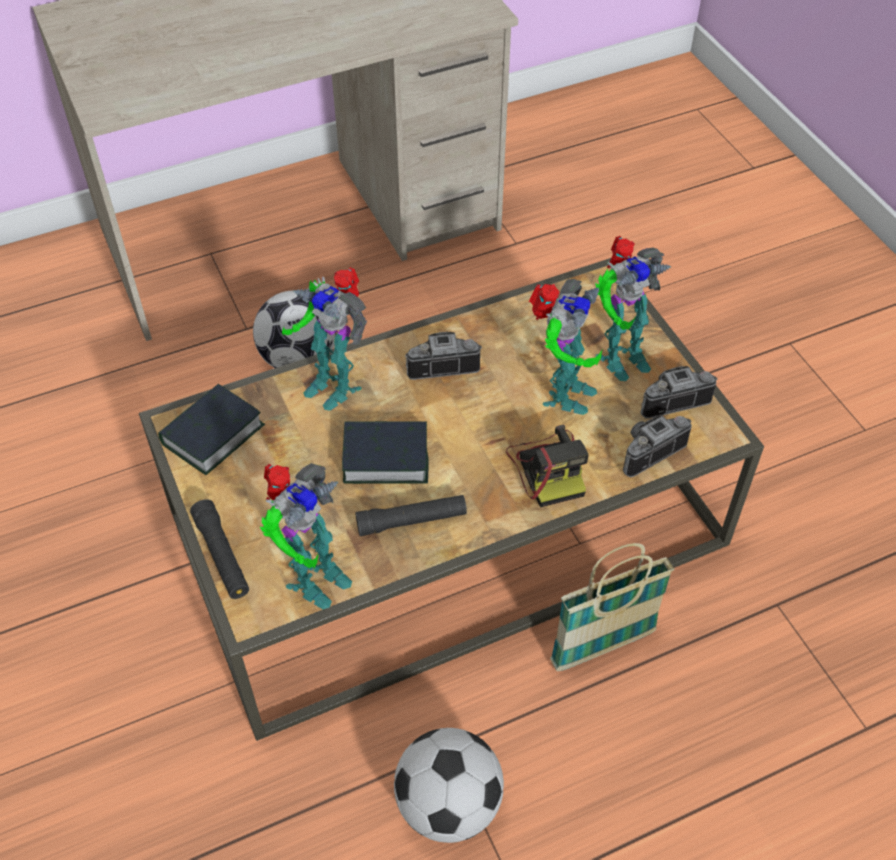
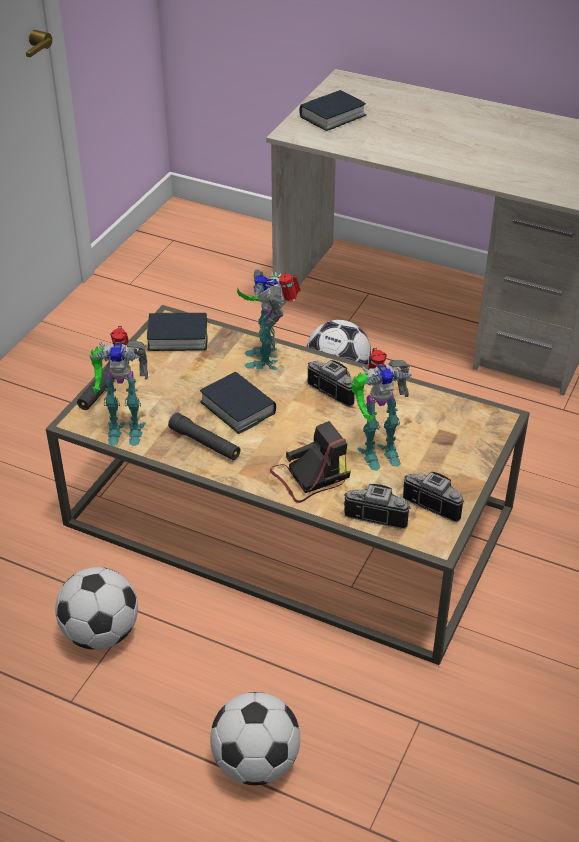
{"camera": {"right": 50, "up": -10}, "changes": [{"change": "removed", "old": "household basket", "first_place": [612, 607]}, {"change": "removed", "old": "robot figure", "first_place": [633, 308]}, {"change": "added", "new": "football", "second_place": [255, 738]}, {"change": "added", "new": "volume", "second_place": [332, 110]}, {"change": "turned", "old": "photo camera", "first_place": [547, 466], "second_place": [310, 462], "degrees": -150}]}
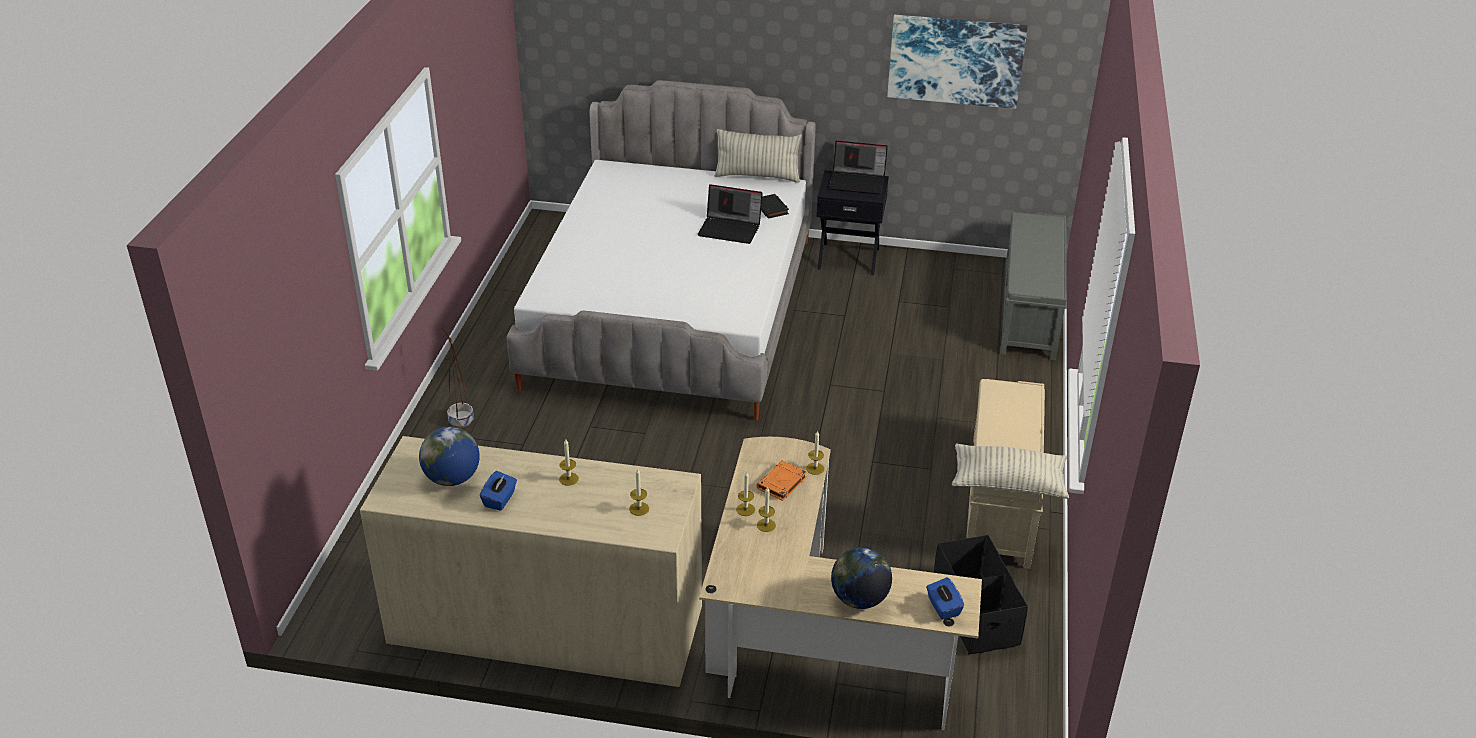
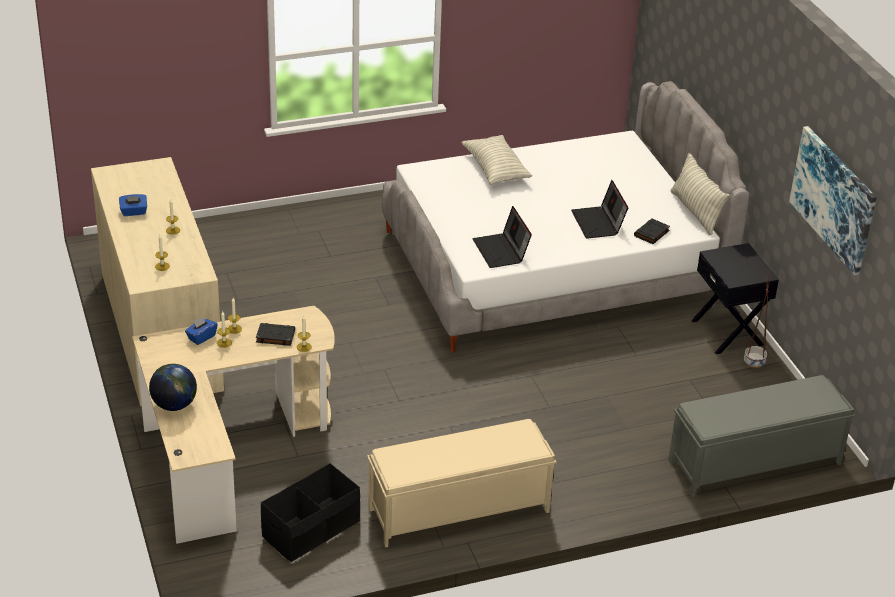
{"camera": {"right": 60, "up": 0}, "changes": [{"change": "removed", "old": "desk globe", "first_place": [449, 456]}, {"change": "moved", "old": "brown-coloured planter", "first_place": [457, 376], "second_place": [757, 322]}, {"change": "moved", "old": "notebook computer", "first_place": [858, 168], "second_place": [502, 237]}, {"change": "moved", "old": "bluish tissue holder", "first_place": [945, 598], "second_place": [201, 330]}, {"change": "moved", "old": "pillow", "first_place": [1010, 471], "second_place": [496, 160]}, {"change": "recoloured", "old": "orange volume", "new": "black-coloured volume", "first_place": [781, 480], "second_place": [275, 334]}]}
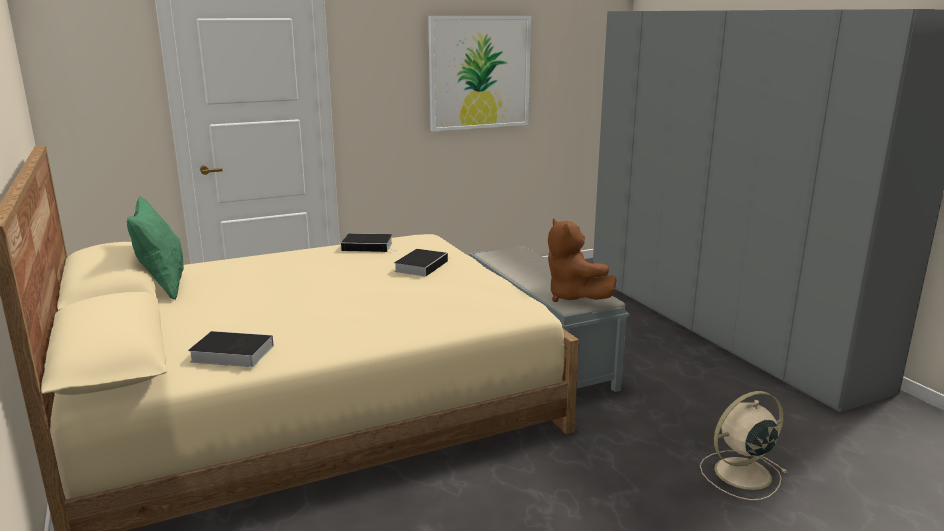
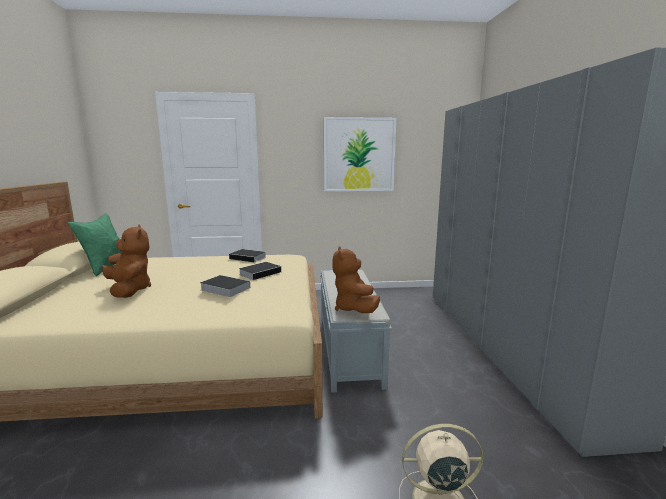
{"camera": {"right": 20, "up": -5}, "changes": [{"change": "added", "new": "brown-coloured plush toy", "second_place": [126, 261]}, {"change": "moved", "old": "volume", "first_place": [231, 349], "second_place": [225, 286]}]}
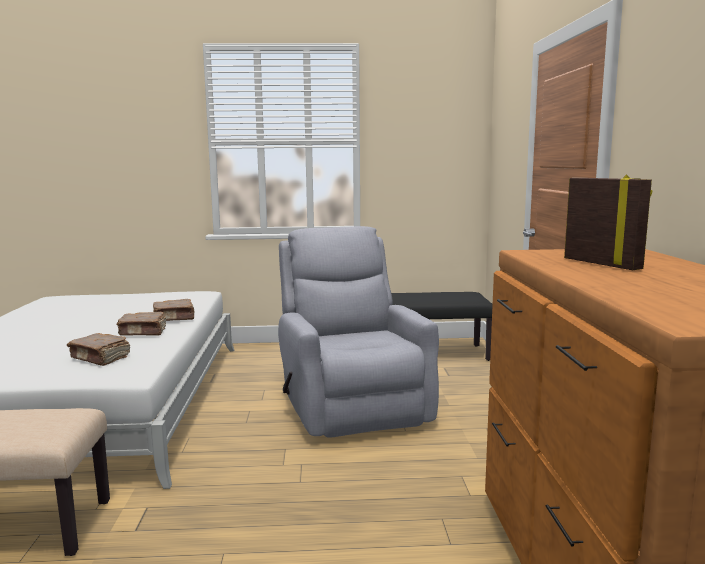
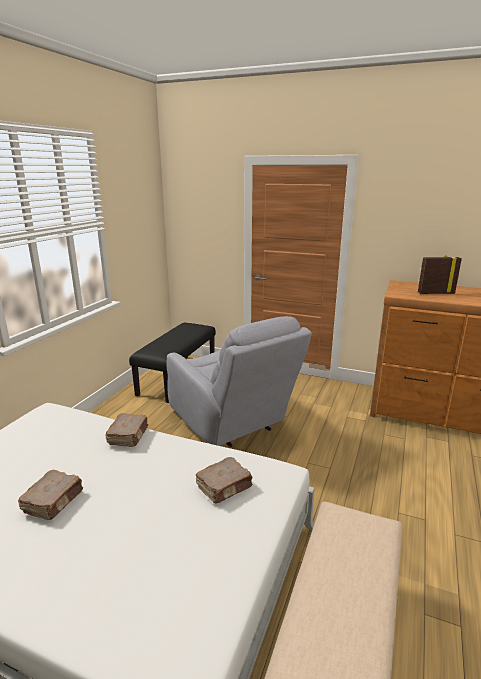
{"camera": {"right": -65, "up": 10}, "changes": [{"change": "moved", "old": "brown-coloured volume", "first_place": [141, 323], "second_place": [50, 495]}, {"change": "turned", "old": "greyish easy chair", "first_place": [358, 332], "second_place": [239, 381], "degrees": -135}]}
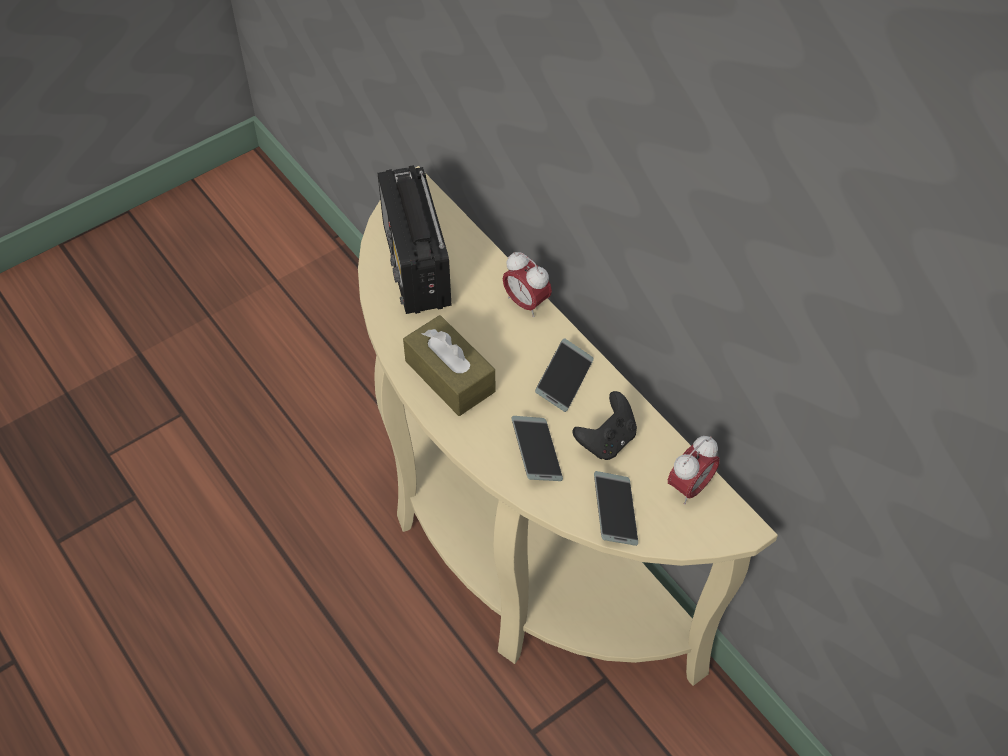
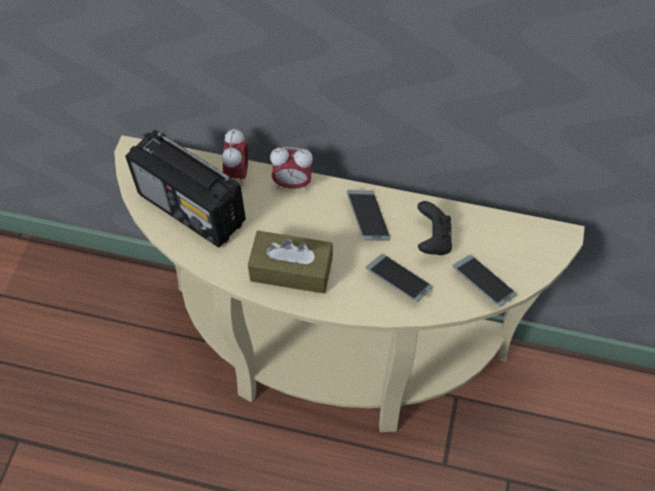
{"camera": {"right": -40, "up": 5}, "changes": [{"change": "moved", "old": "alarm clock", "first_place": [694, 470], "second_place": [235, 157]}]}
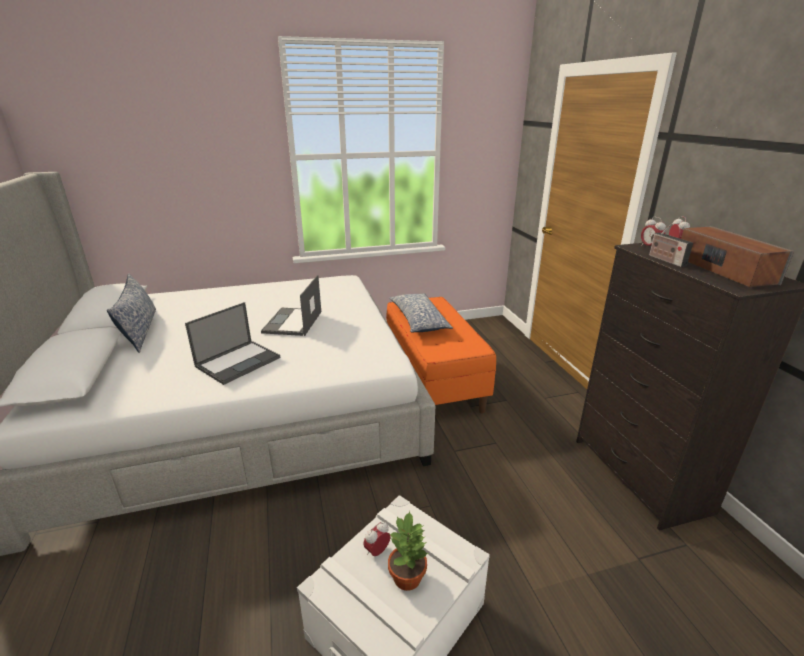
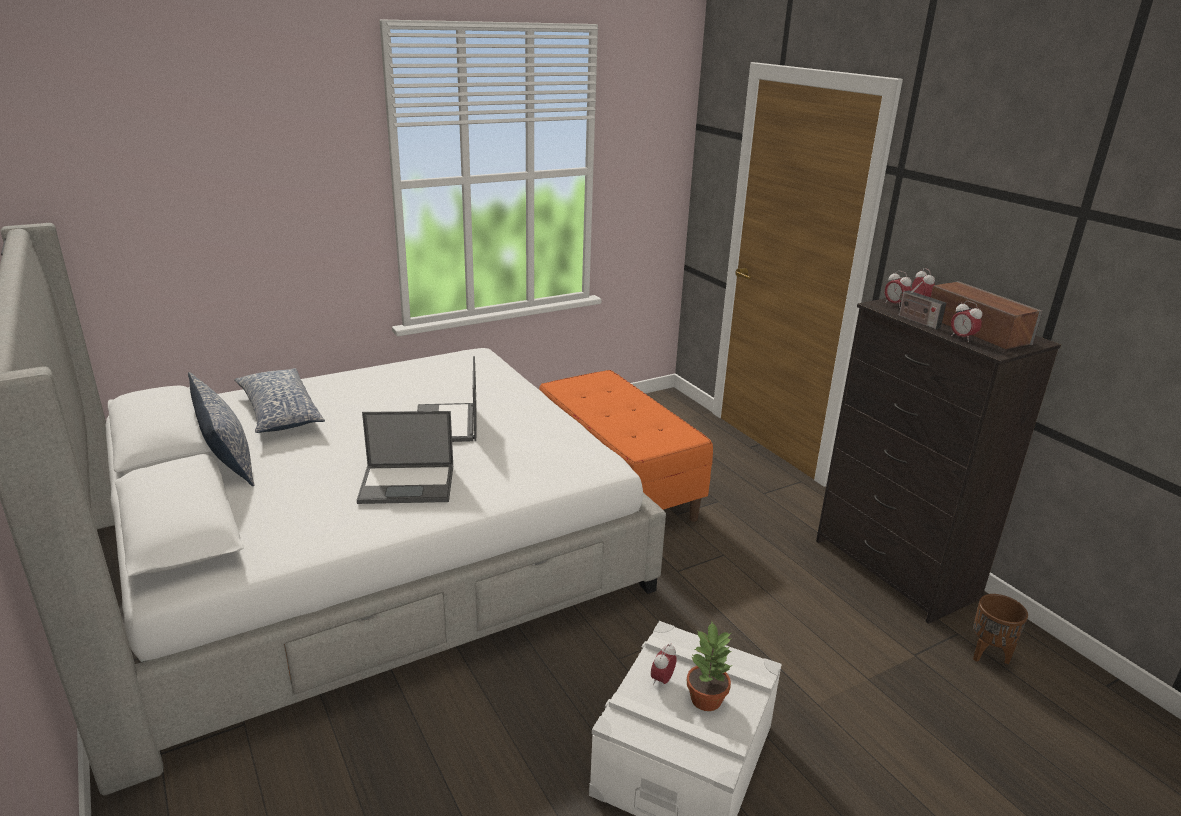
{"camera": {"right": -15, "up": 0}, "changes": [{"change": "added", "new": "alarm clock", "second_place": [966, 321]}, {"change": "added", "new": "brown-coloured planter", "second_place": [1000, 629]}, {"change": "moved", "old": "pillow", "first_place": [421, 312], "second_place": [279, 400]}, {"change": "turned", "old": "notebook computer", "first_place": [232, 343], "second_place": [405, 457], "degrees": 60}]}
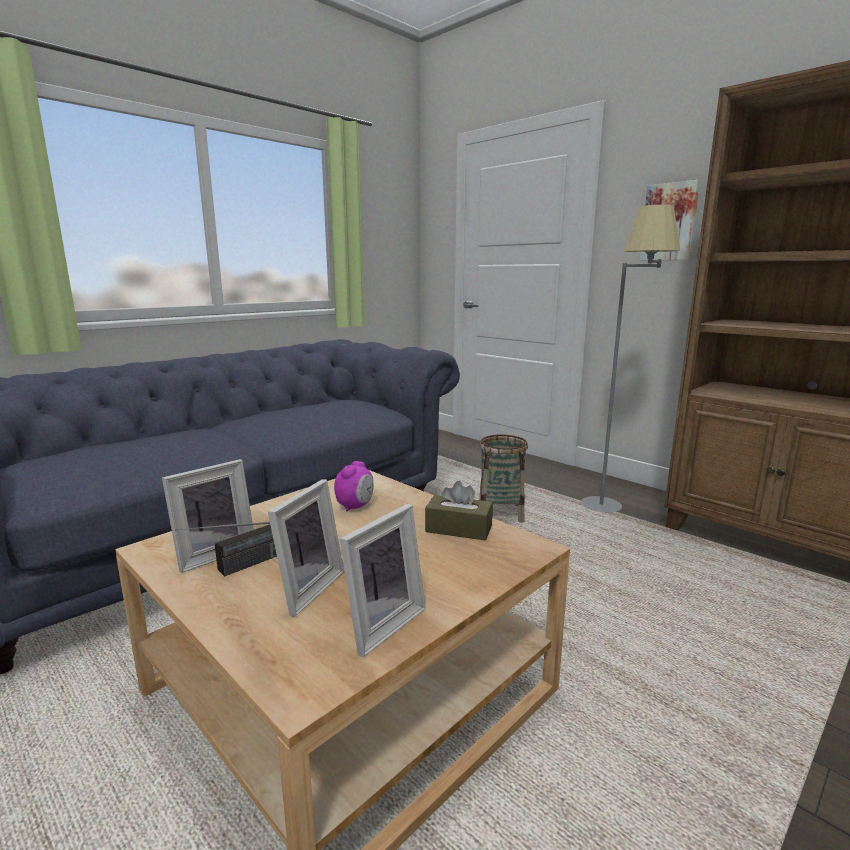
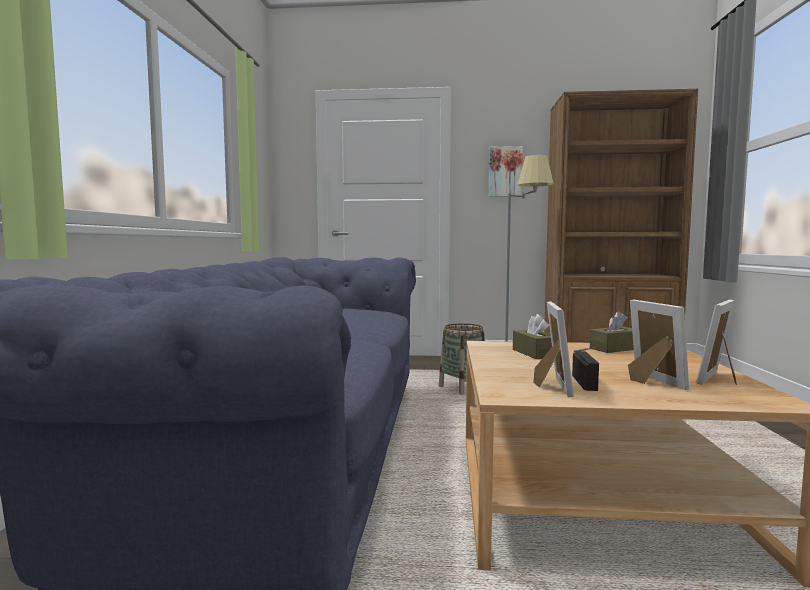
{"camera": {"right": -40, "up": -10}, "changes": [{"change": "replaced", "old": "alarm clock", "new": "brown-coloured tissue holder", "first_place": [353, 486], "second_place": [532, 336]}, {"change": "turned", "old": "picture frame", "first_place": [383, 580], "second_place": [716, 342], "degrees": -135}]}
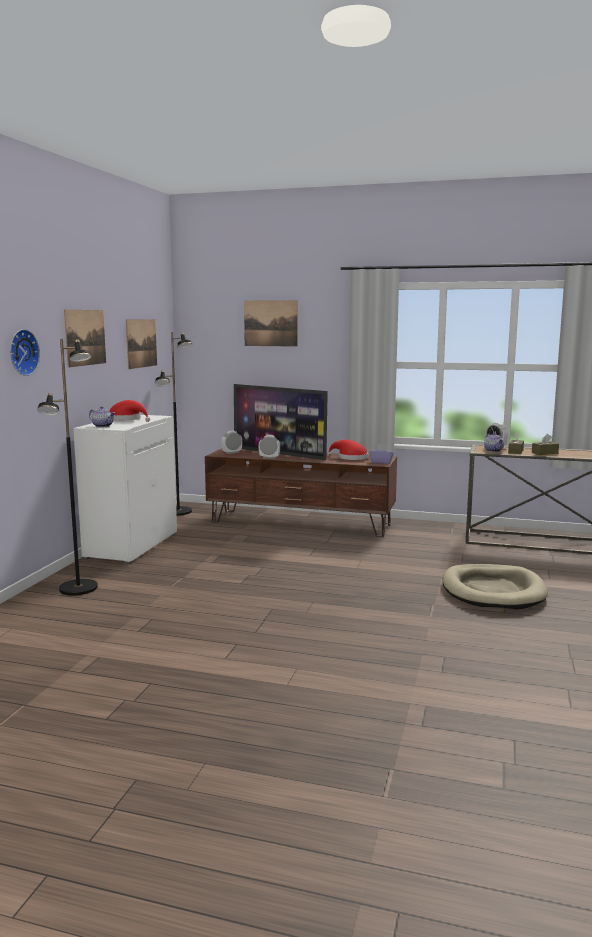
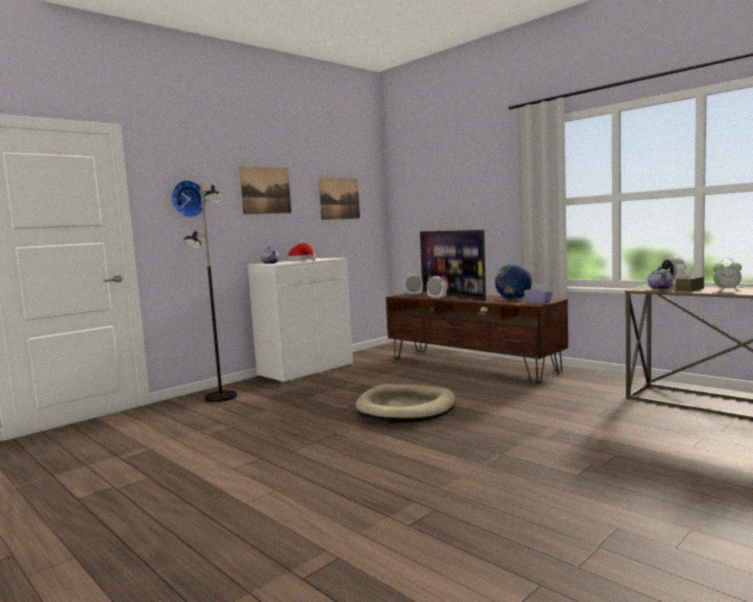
{"camera": {"right": 30, "up": -5}, "changes": [{"change": "removed", "old": "black-coloured standard lamp", "first_place": [173, 424]}, {"change": "removed", "old": "picture", "first_place": [271, 323]}, {"change": "moved", "old": "beige pet bed", "first_place": [495, 586], "second_place": [405, 403]}, {"change": "replaced", "old": "red-coloured wearable hat", "new": "desk globe", "first_place": [347, 450], "second_place": [513, 282]}, {"change": "replaced", "old": "brown-coloured tissue holder", "new": "alarm clock", "first_place": [545, 444], "second_place": [727, 277]}]}
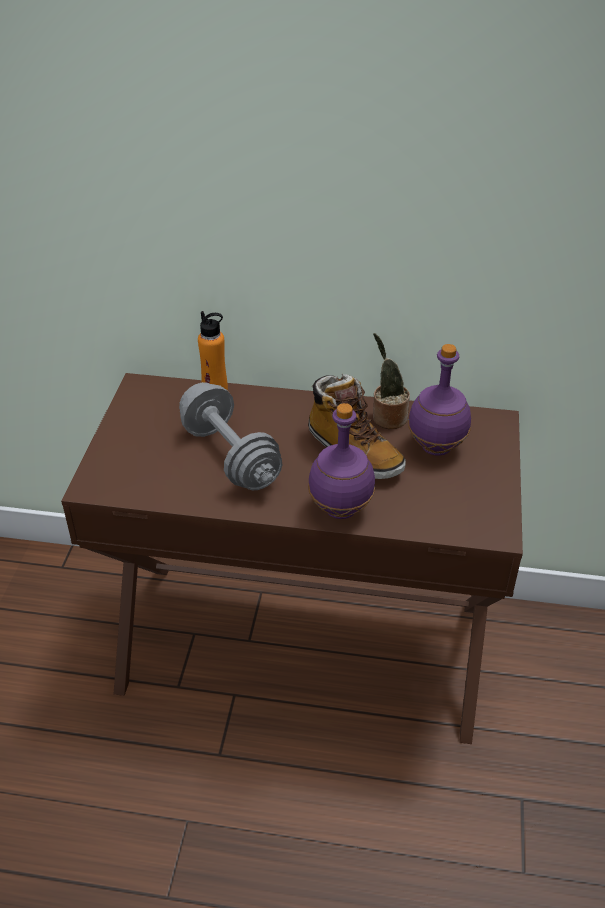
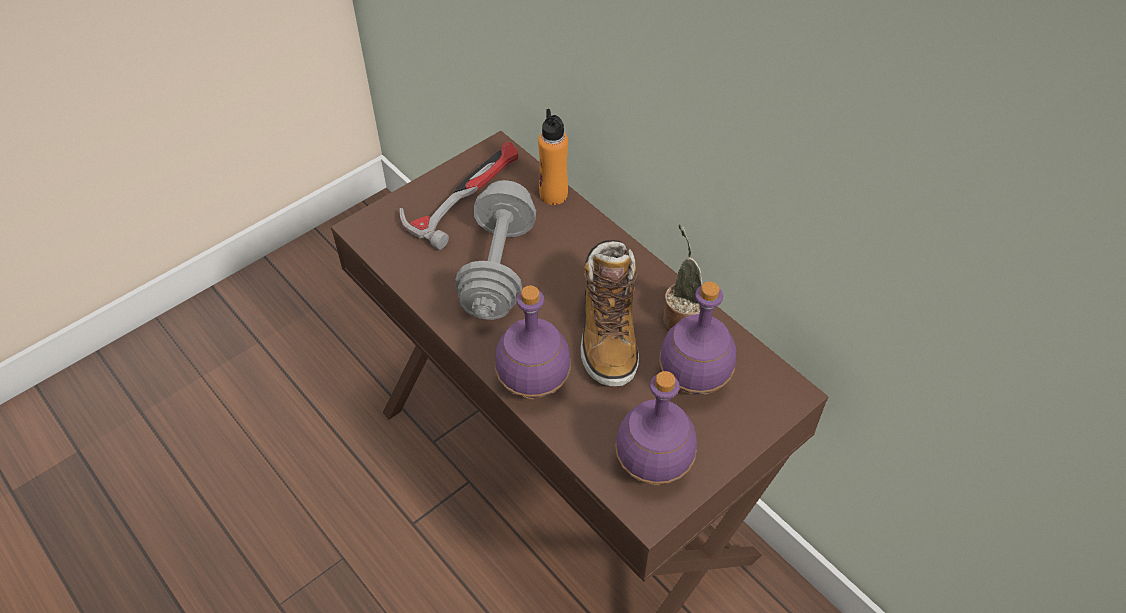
{"camera": {"right": 40, "up": 10}, "changes": [{"change": "added", "new": "hand hammer", "second_place": [459, 196]}, {"change": "added", "new": "purple-coloured beverage bottle", "second_place": [656, 428]}]}
